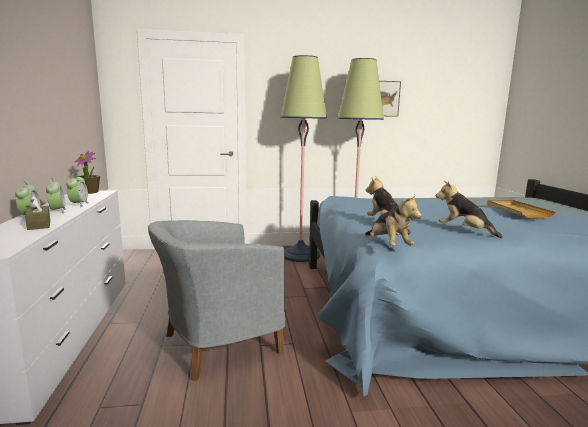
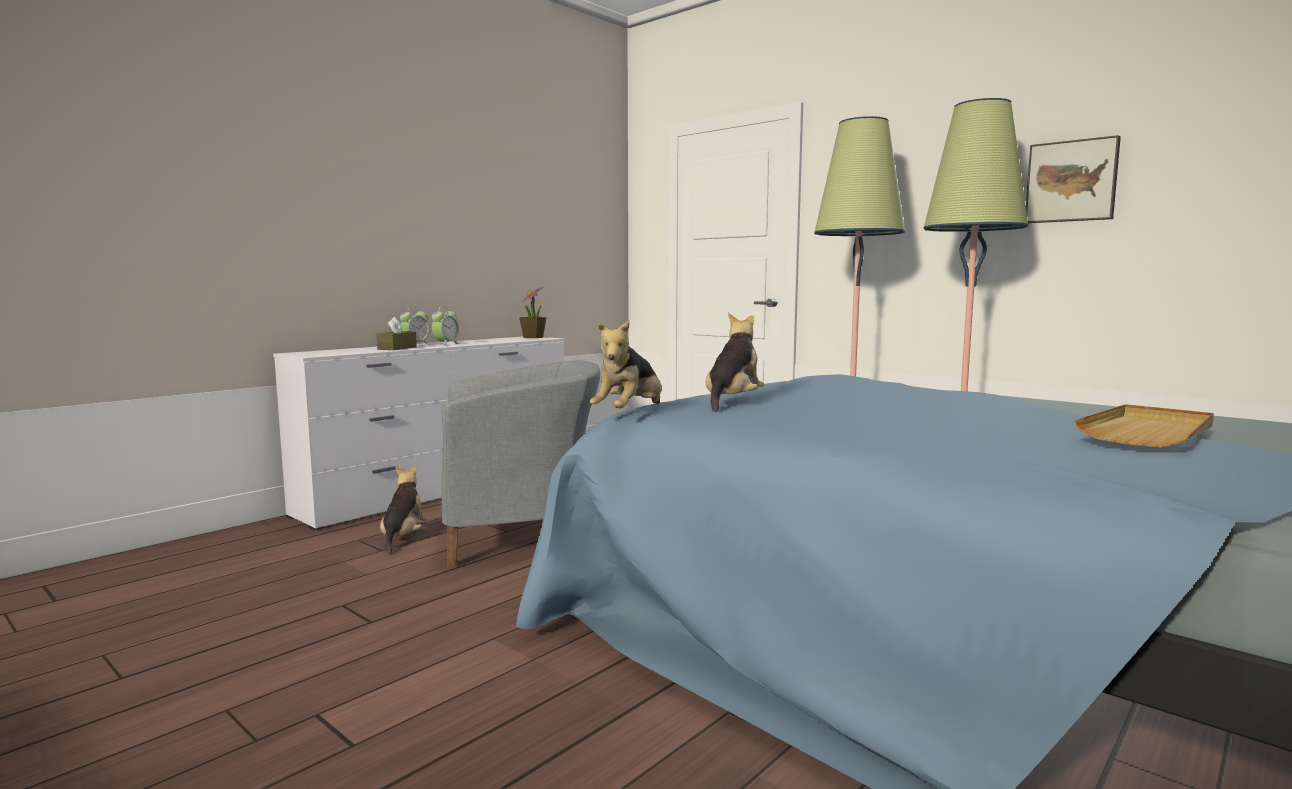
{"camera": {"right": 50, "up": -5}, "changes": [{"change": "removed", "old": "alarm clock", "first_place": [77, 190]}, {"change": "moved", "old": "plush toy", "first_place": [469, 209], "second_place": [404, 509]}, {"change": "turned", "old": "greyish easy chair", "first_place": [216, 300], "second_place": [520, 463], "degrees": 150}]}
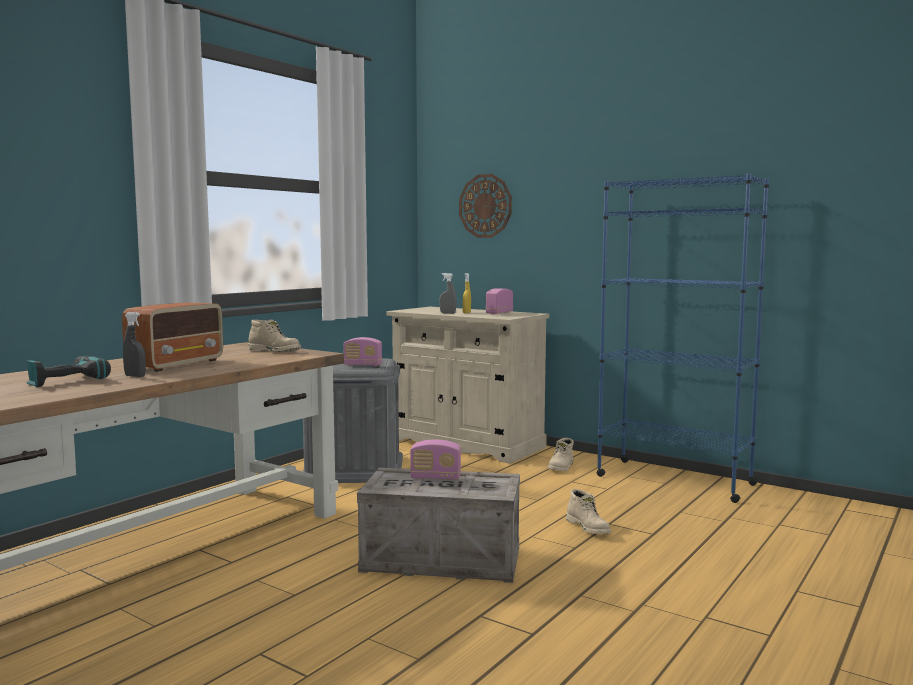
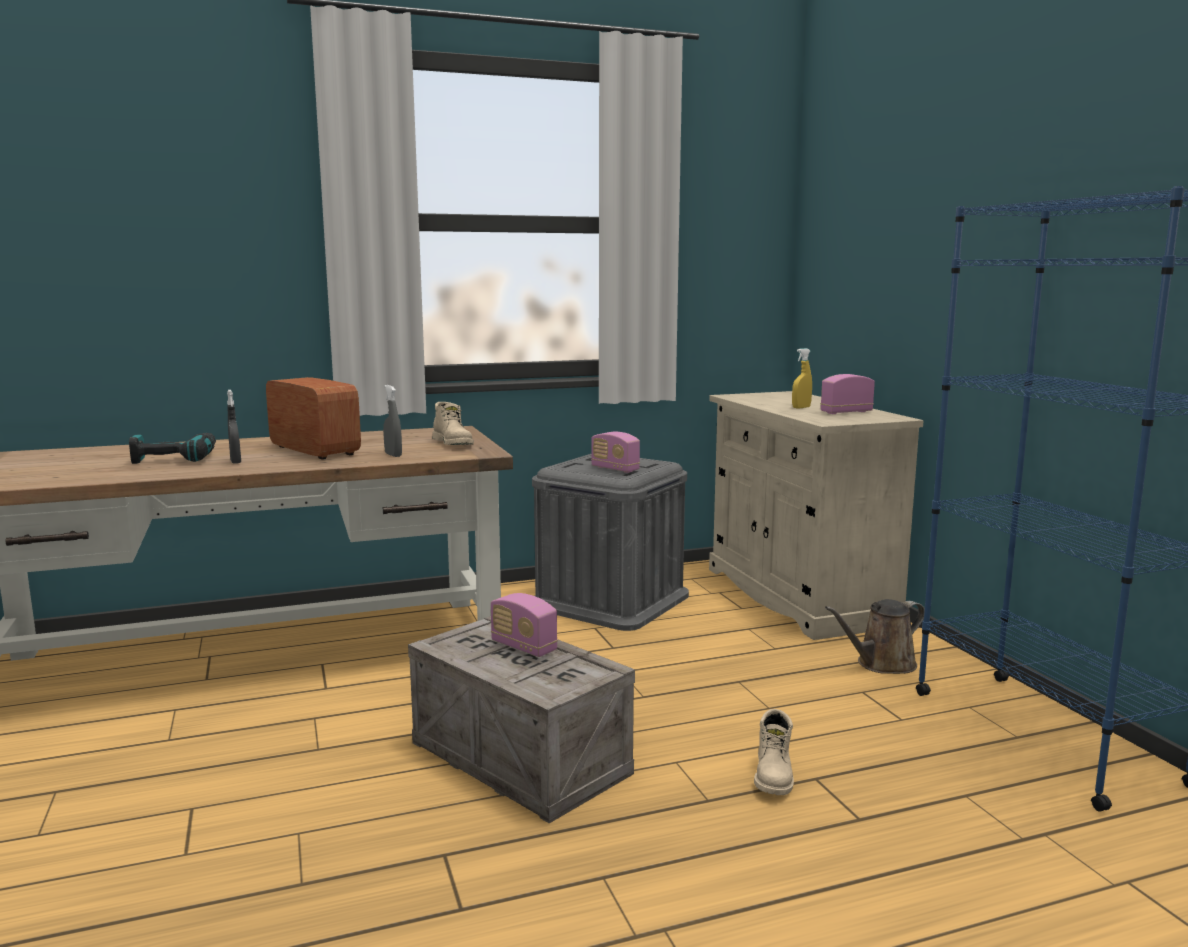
{"camera": {"right": 35, "up": 5}, "changes": [{"change": "removed", "old": "wall clock", "first_place": [485, 206]}, {"change": "moved", "old": "greyish spray bottle", "first_place": [448, 293], "second_place": [392, 421]}, {"change": "replaced", "old": "beige boot", "new": "brown-coloured sprinkling can", "first_place": [560, 454], "second_place": [875, 636]}, {"change": "turned", "old": "radio receiver", "first_place": [172, 337], "second_place": [313, 418], "degrees": -105}]}
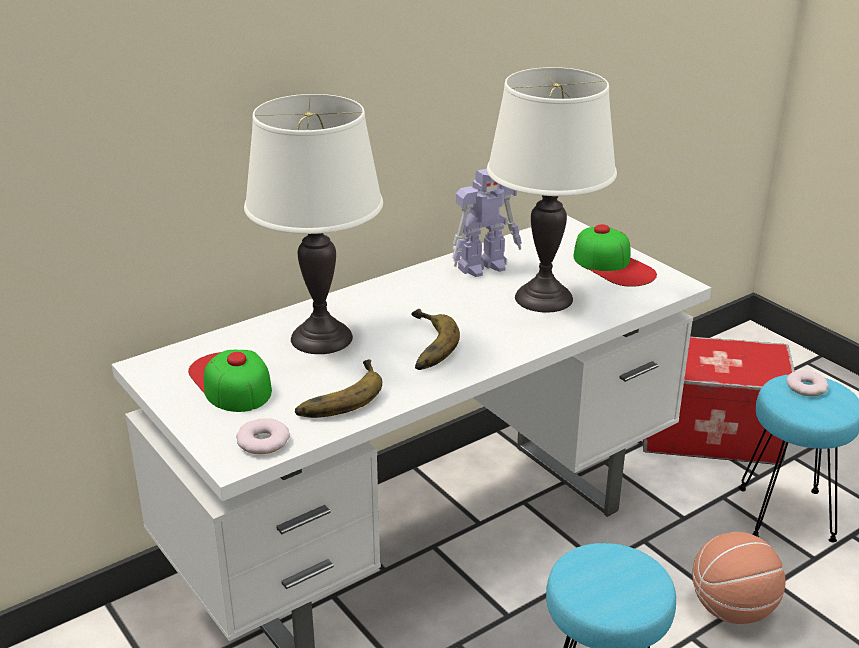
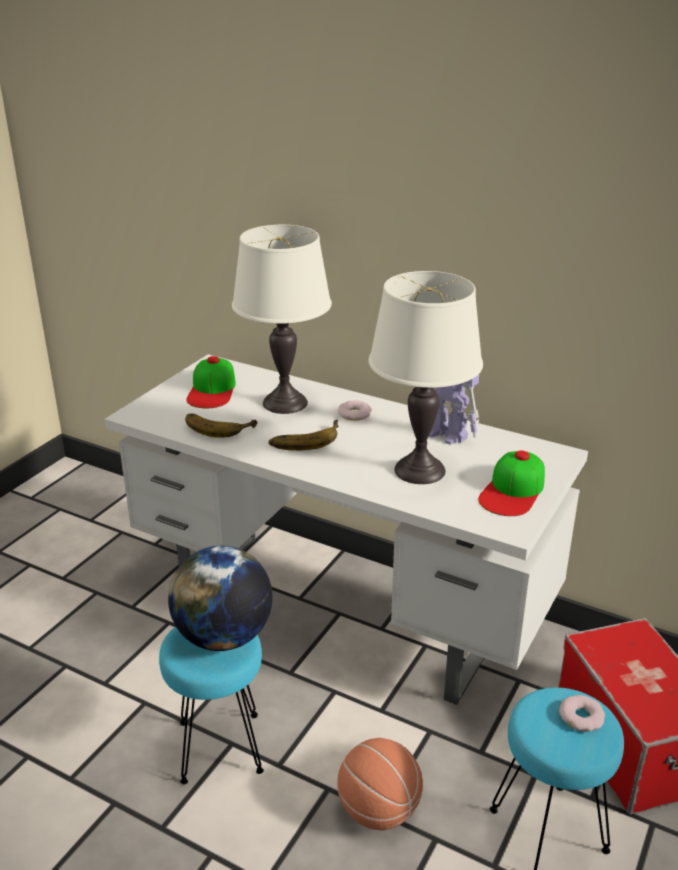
{"camera": {"right": 65, "up": 0}, "changes": [{"change": "added", "new": "desk globe", "second_place": [220, 598]}, {"change": "moved", "old": "donut", "first_place": [263, 436], "second_place": [355, 410]}, {"change": "turned", "old": "cap", "first_place": [230, 381], "second_place": [211, 382], "degrees": 150}]}
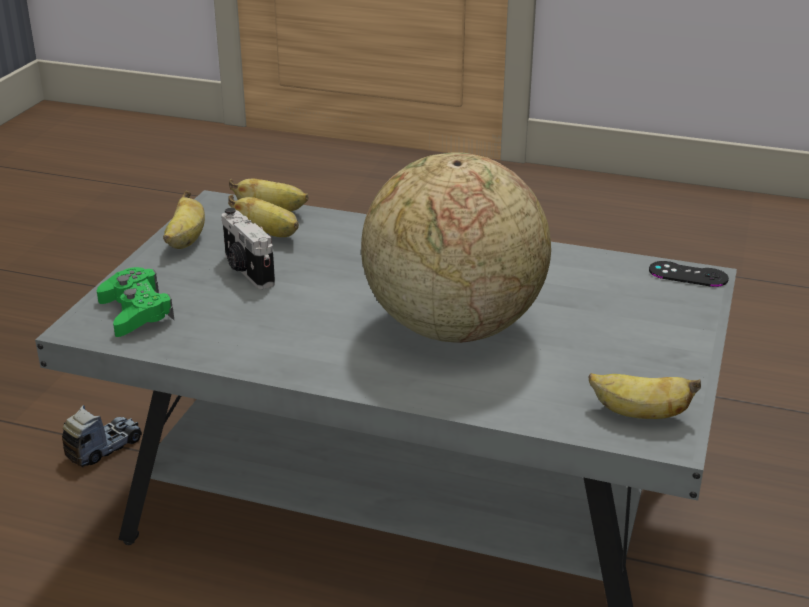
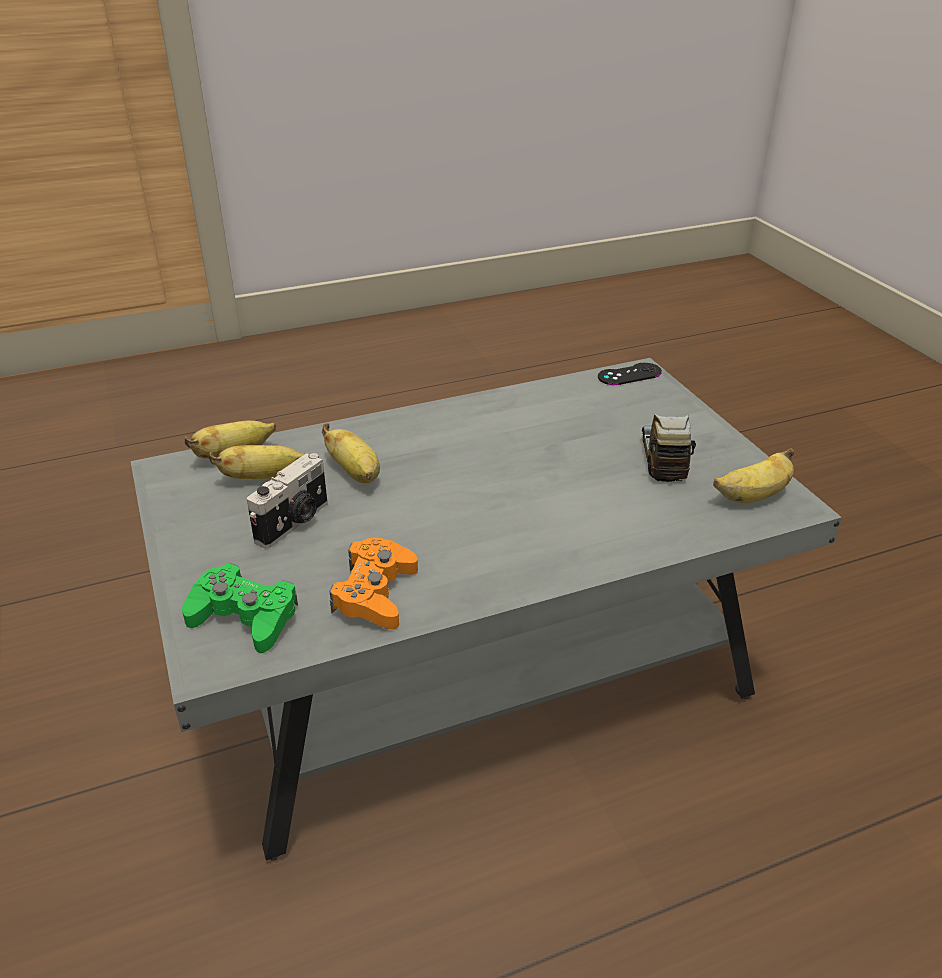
{"camera": {"right": -40, "up": 5}, "changes": [{"change": "removed", "old": "desk globe", "first_place": [456, 247]}, {"change": "added", "new": "orange joypad", "second_place": [373, 583]}, {"change": "moved", "old": "toy truck", "first_place": [102, 436], "second_place": [669, 448]}, {"change": "moved", "old": "whole banana", "first_place": [184, 220], "second_place": [351, 453]}, {"change": "turned", "old": "photo camera", "first_place": [248, 248], "second_place": [287, 501], "degrees": -75}]}
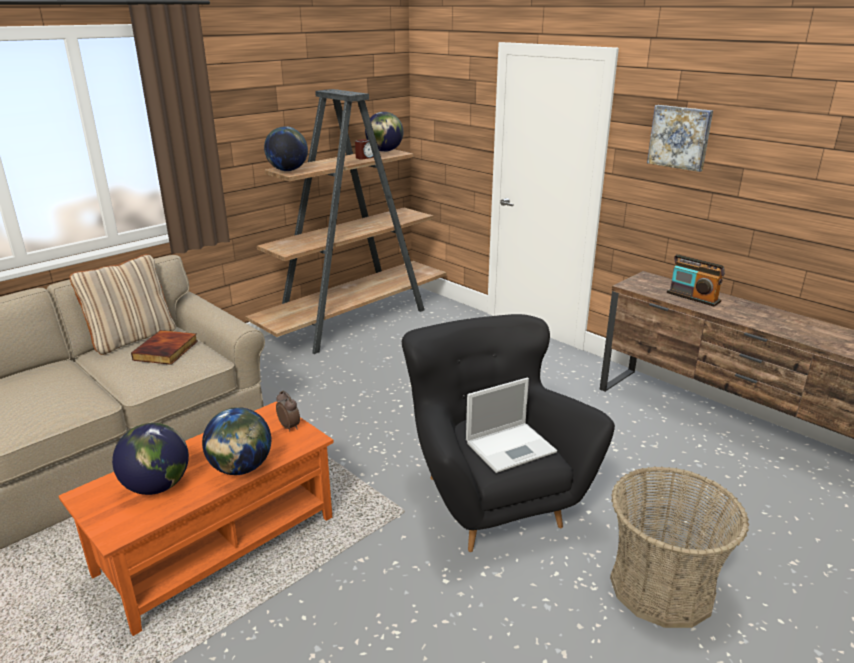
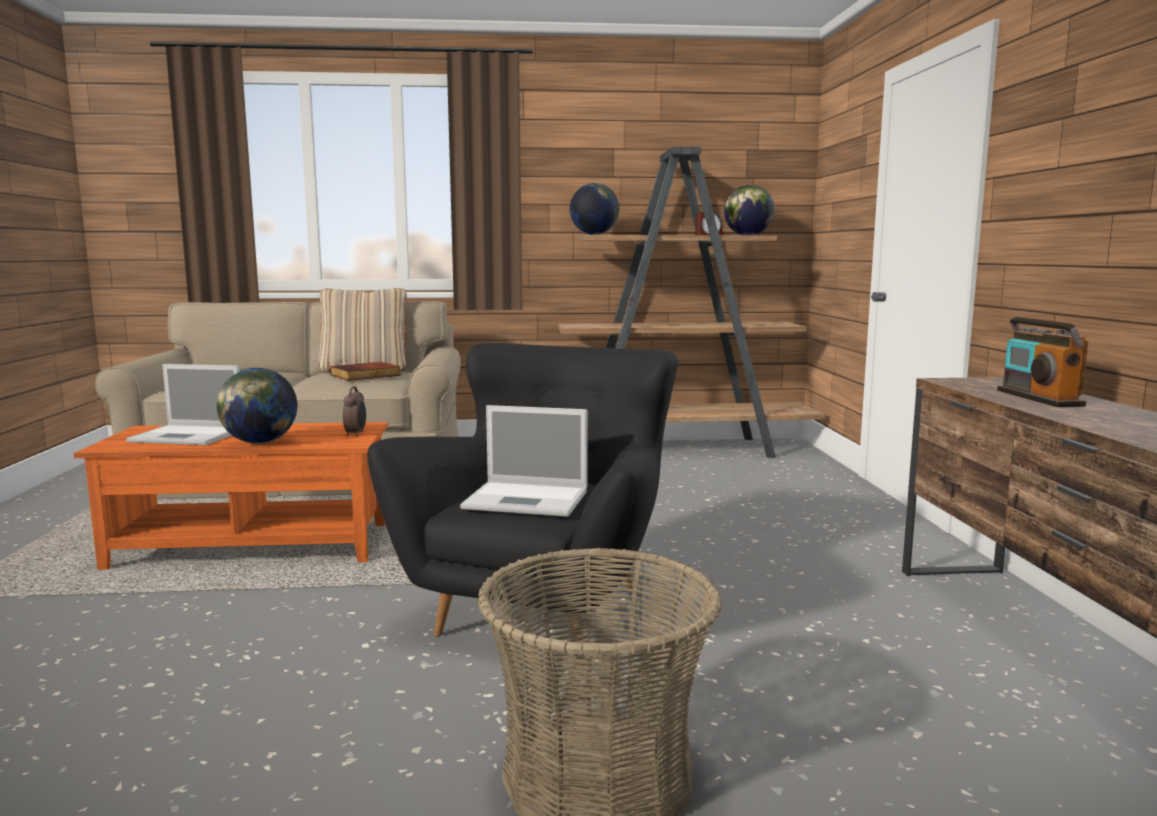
{"camera": {"right": 40, "up": -15}, "changes": [{"change": "removed", "old": "picture", "first_place": [680, 138]}, {"change": "replaced", "old": "desk globe", "new": "notebook computer", "first_place": [150, 459], "second_place": [183, 404]}]}
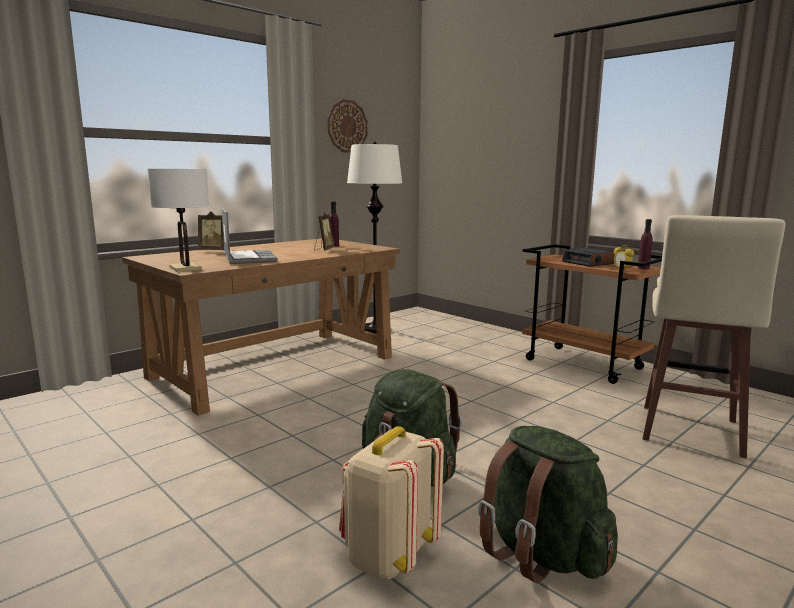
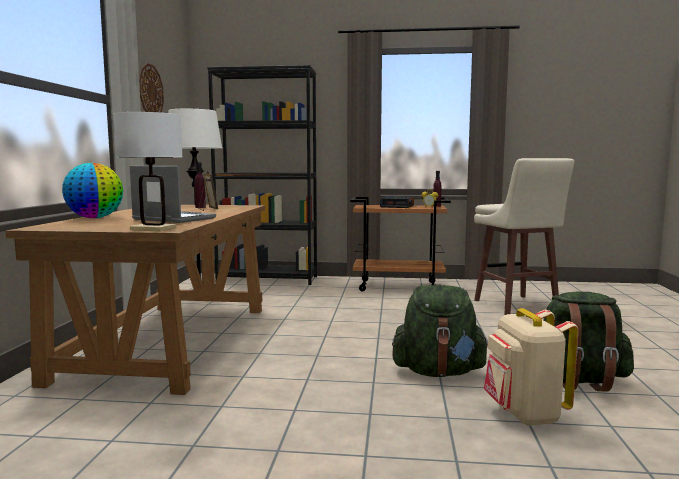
{"camera": {"right": -40, "up": -5}, "changes": [{"change": "added", "new": "black-coloured bookcase", "second_place": [262, 175]}, {"change": "replaced", "old": "picture frame", "new": "desk globe", "first_place": [211, 231], "second_place": [92, 190]}]}
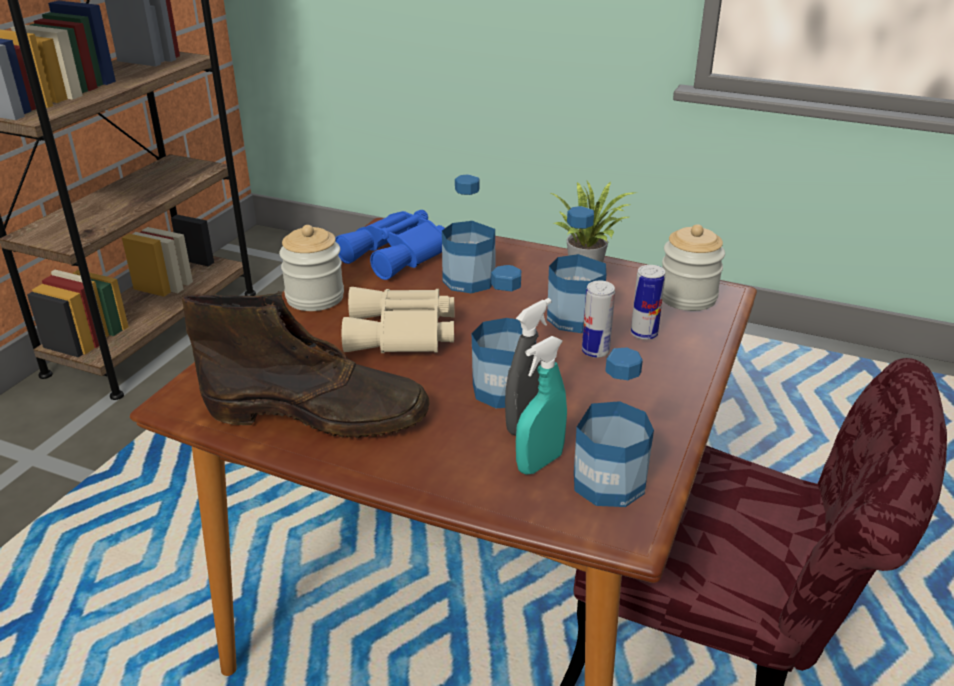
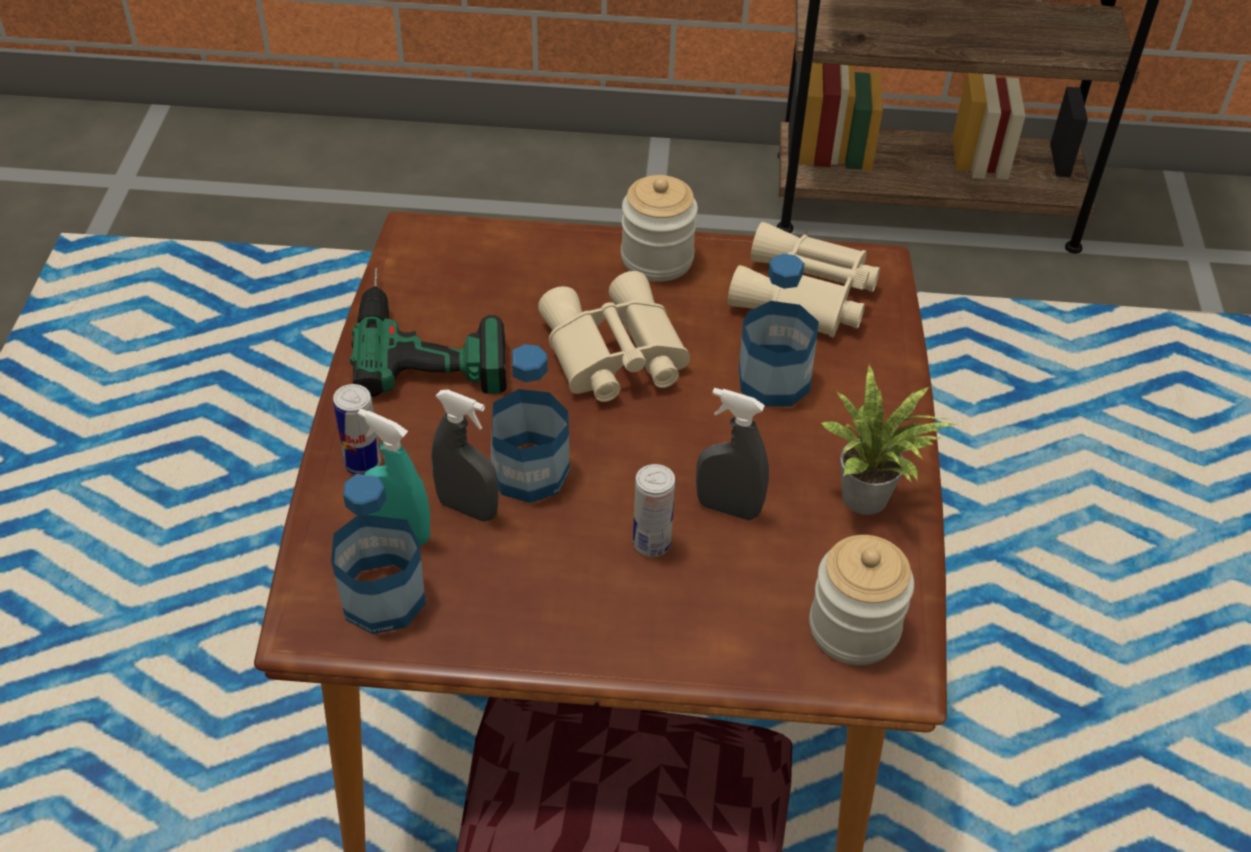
{"camera": {"right": 70, "up": 15}, "changes": [{"change": "moved", "old": "can", "first_place": [648, 302], "second_place": [357, 429]}, {"change": "replaced", "old": "brown-coloured boot", "new": "electric drill", "first_place": [306, 364], "second_place": [428, 332]}, {"change": "replaced", "old": "beverage bottle", "new": "greyish spray bottle", "first_place": [576, 269], "second_place": [732, 454]}, {"change": "recoloured", "old": "bluish field glasses", "new": "beige field glasses", "first_place": [390, 245], "second_place": [804, 279]}]}
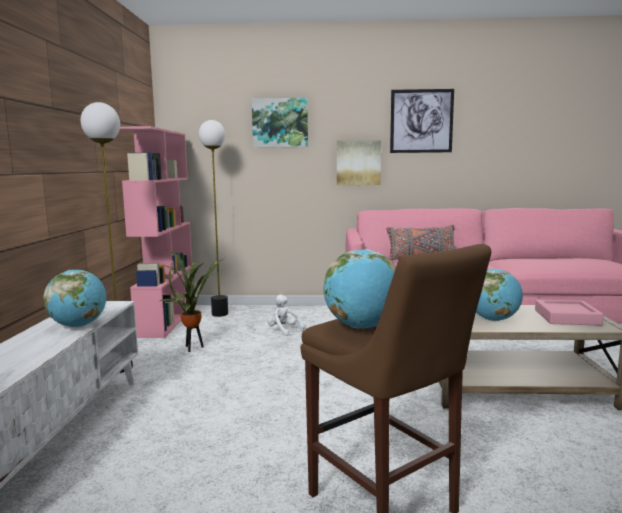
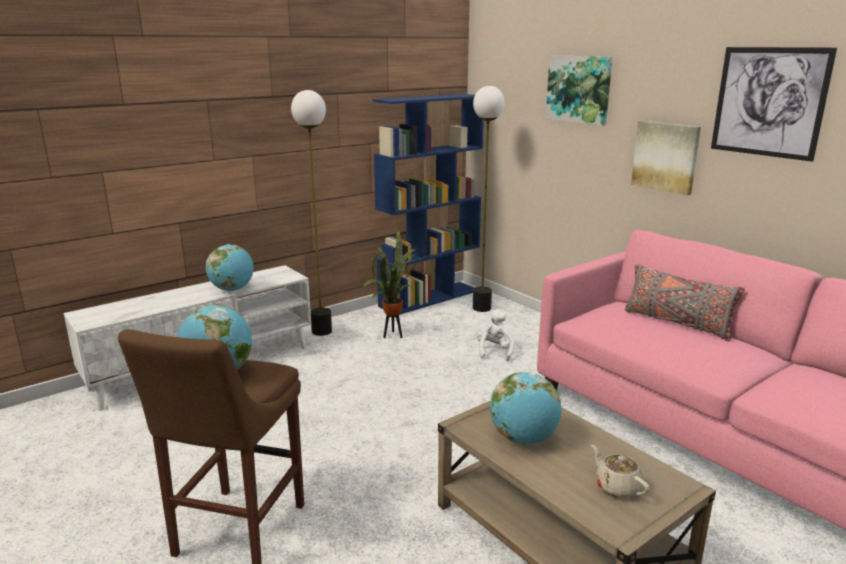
{"camera": {"right": 50, "up": 10}, "changes": [{"change": "replaced", "old": "pink-coloured carrying tray", "new": "beige pot for tea", "first_place": [569, 313], "second_place": [620, 471]}, {"change": "recoloured", "old": "pink-coloured bookcase", "new": "bluish bookcase", "first_place": [156, 232], "second_place": [428, 204]}]}
